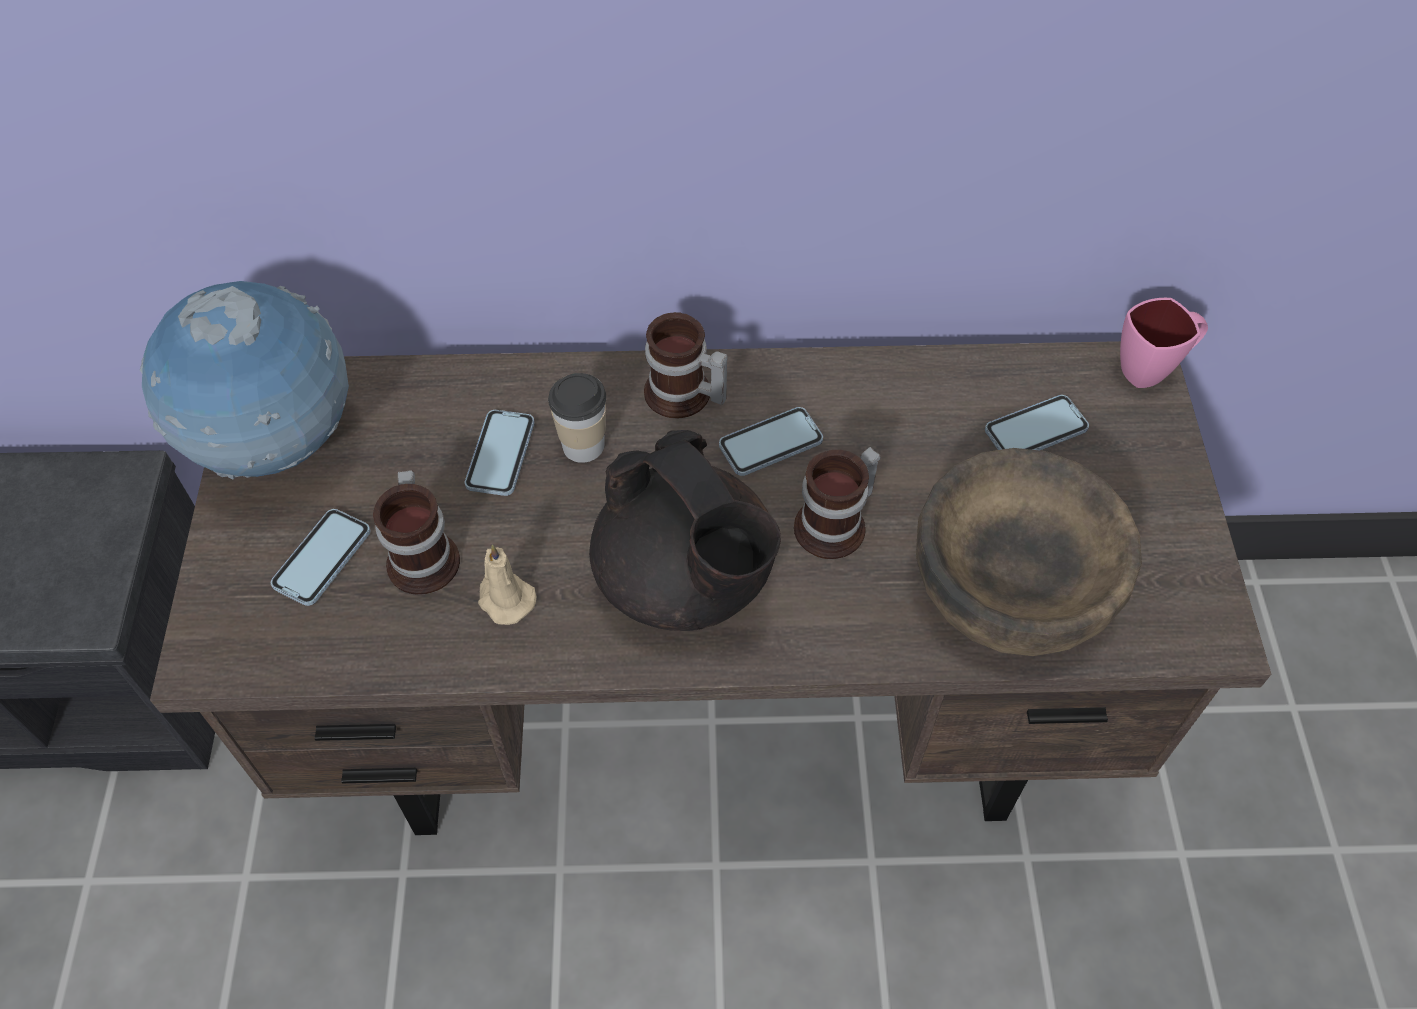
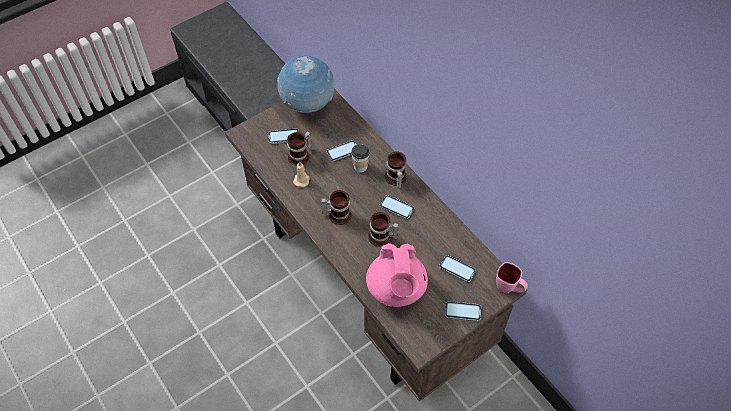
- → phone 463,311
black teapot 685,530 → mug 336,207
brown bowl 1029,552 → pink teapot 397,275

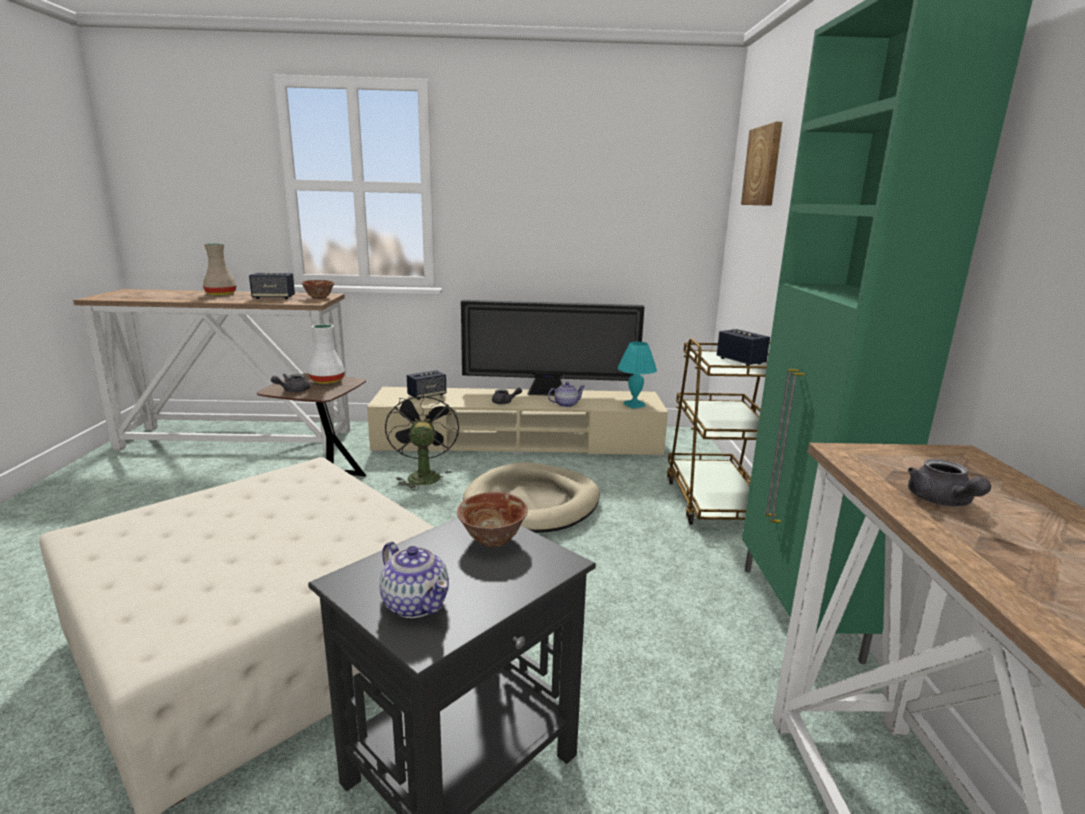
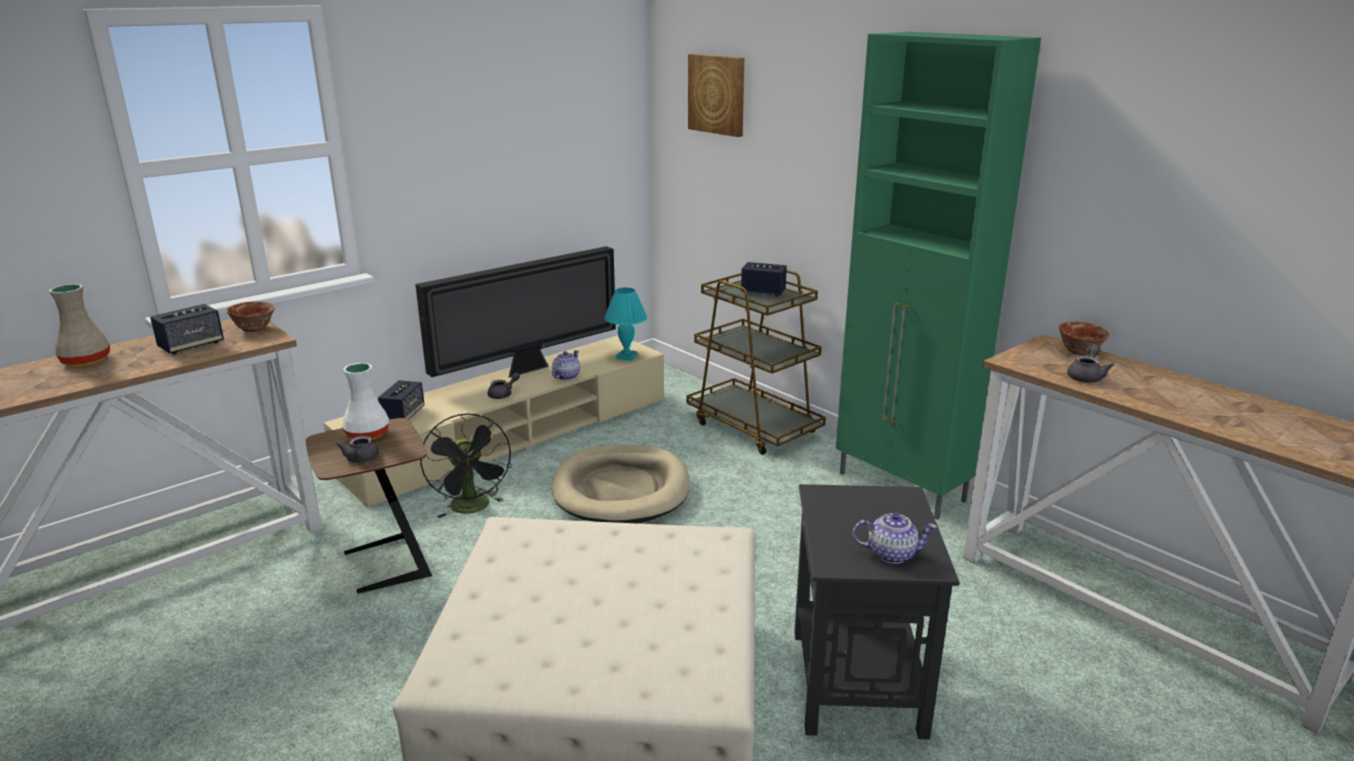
bowl 492,519 → bowl 1084,338, move
black fan 422,440 → black fan 466,465, 150 degrees counterclockwise
grey teapot 949,483 → grey teapot 1090,363, 105 degrees counterclockwise

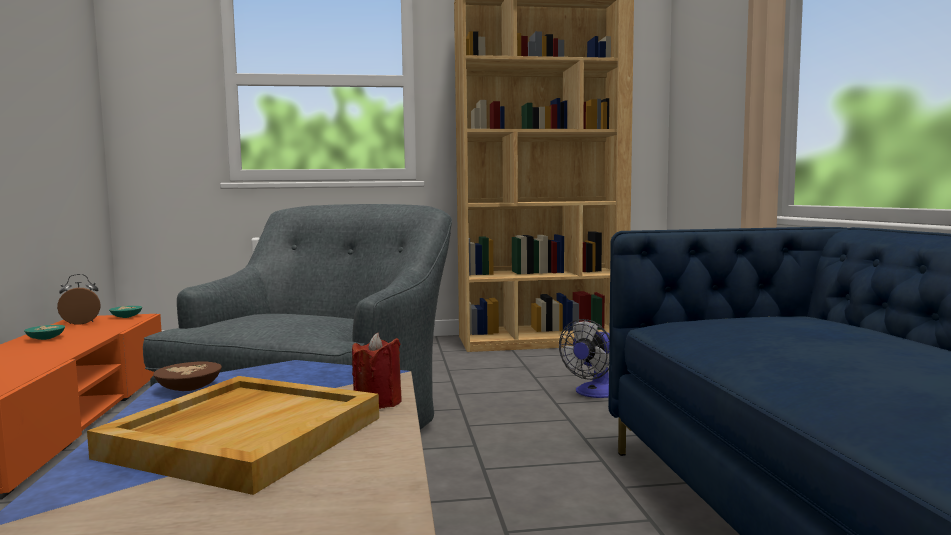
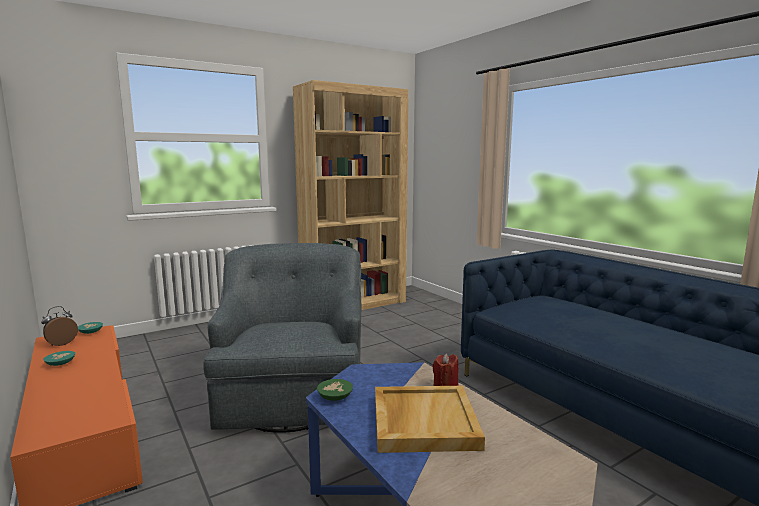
fan 584,358 → -
brown bowl 187,376 → green bowl 335,390

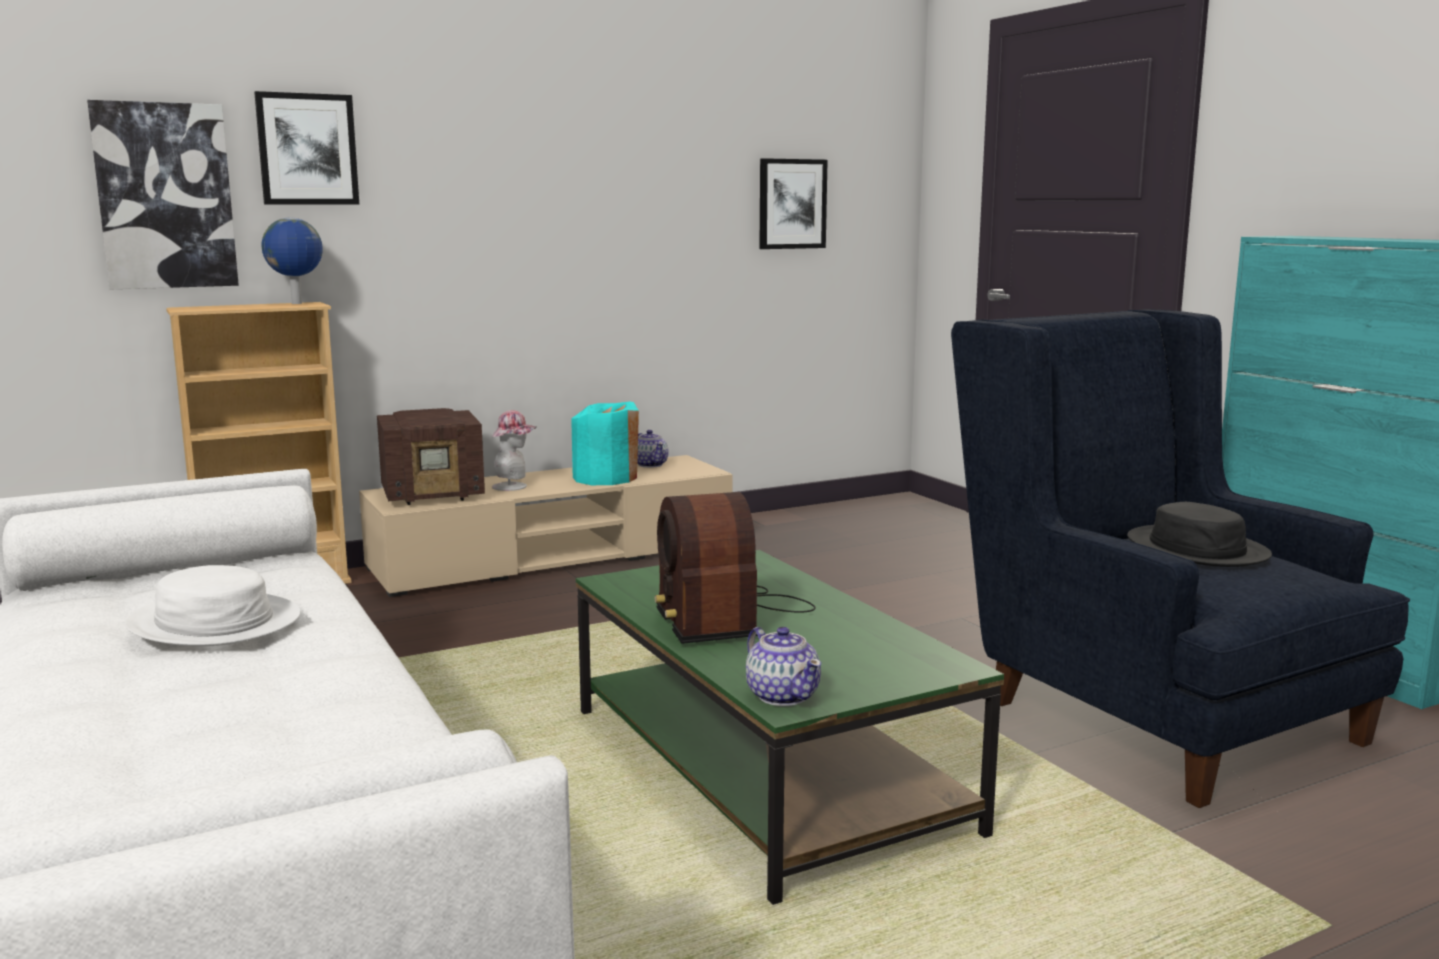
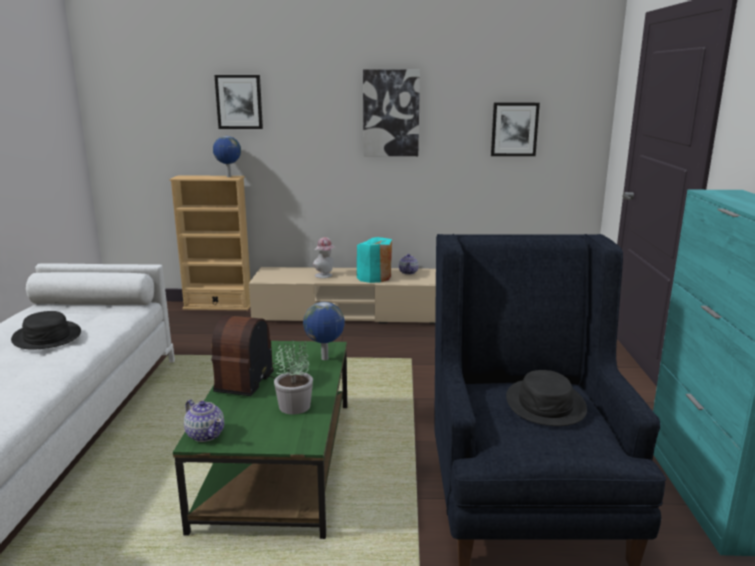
radio 431,456 → -
- → potted plant 293,377
- → globe 324,331
picture 163,194 → picture 391,113, move
white hat 212,605 → black hat 46,330
teapot 783,666 → teapot 204,421, 45 degrees counterclockwise

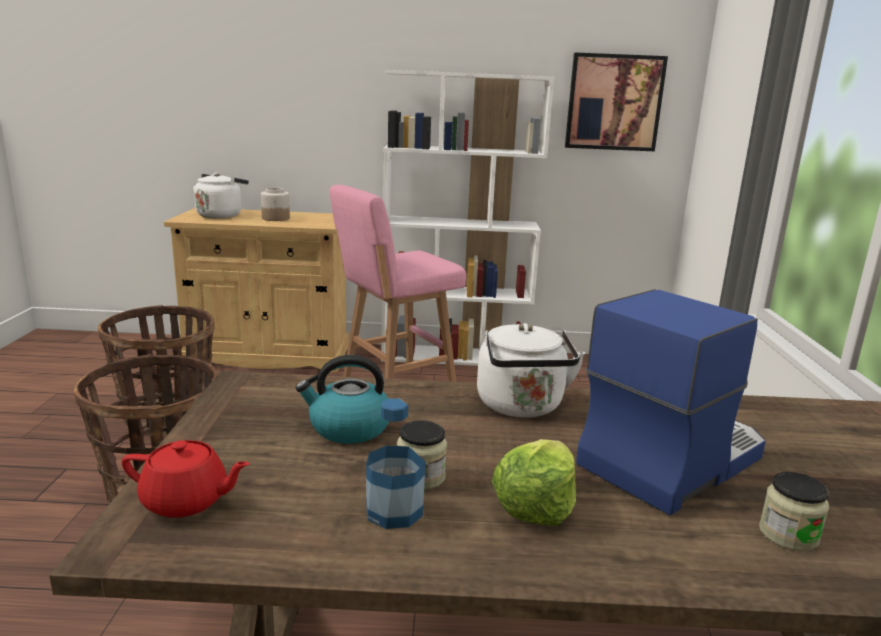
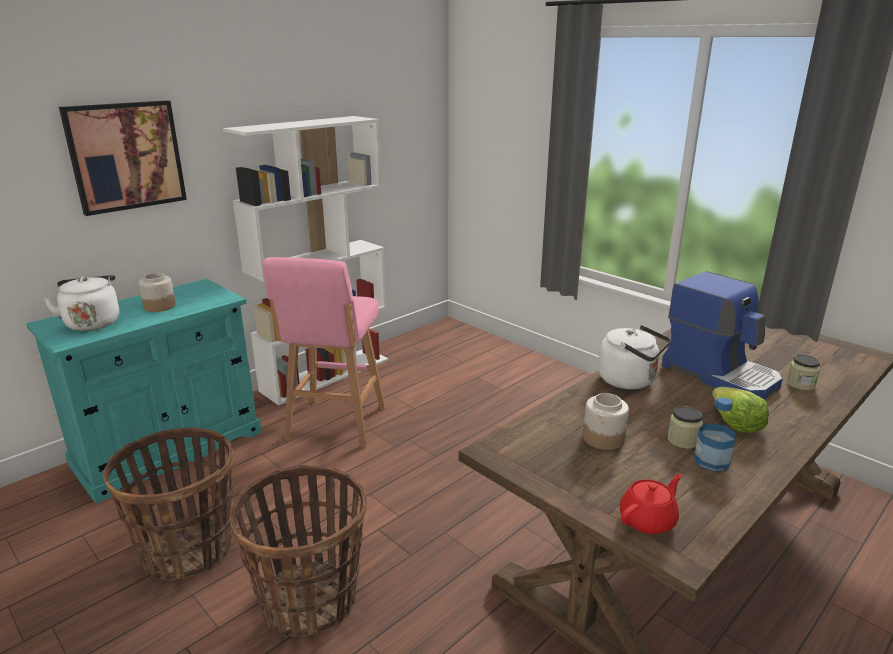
picture 616,101 → picture 123,158, move
kettle 342,399 → jar 606,421
beige cabinet 256,290 → turquoise cabinet 144,391
coffee machine 671,402 → coffee machine 722,335, 135 degrees clockwise

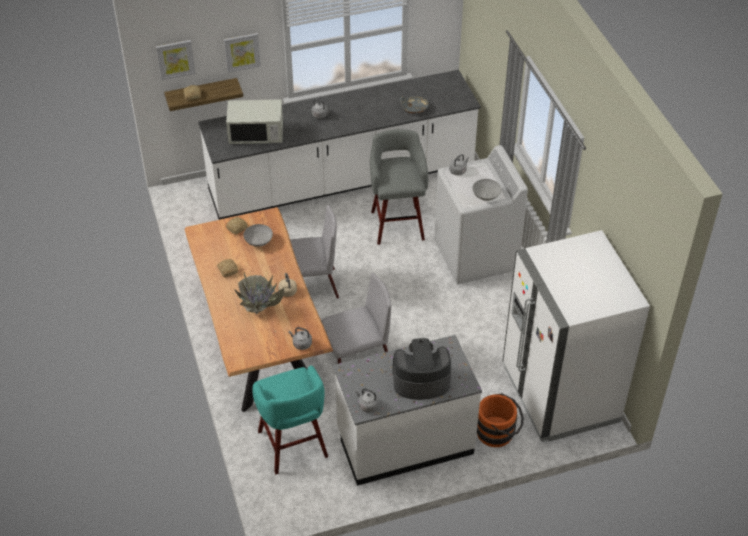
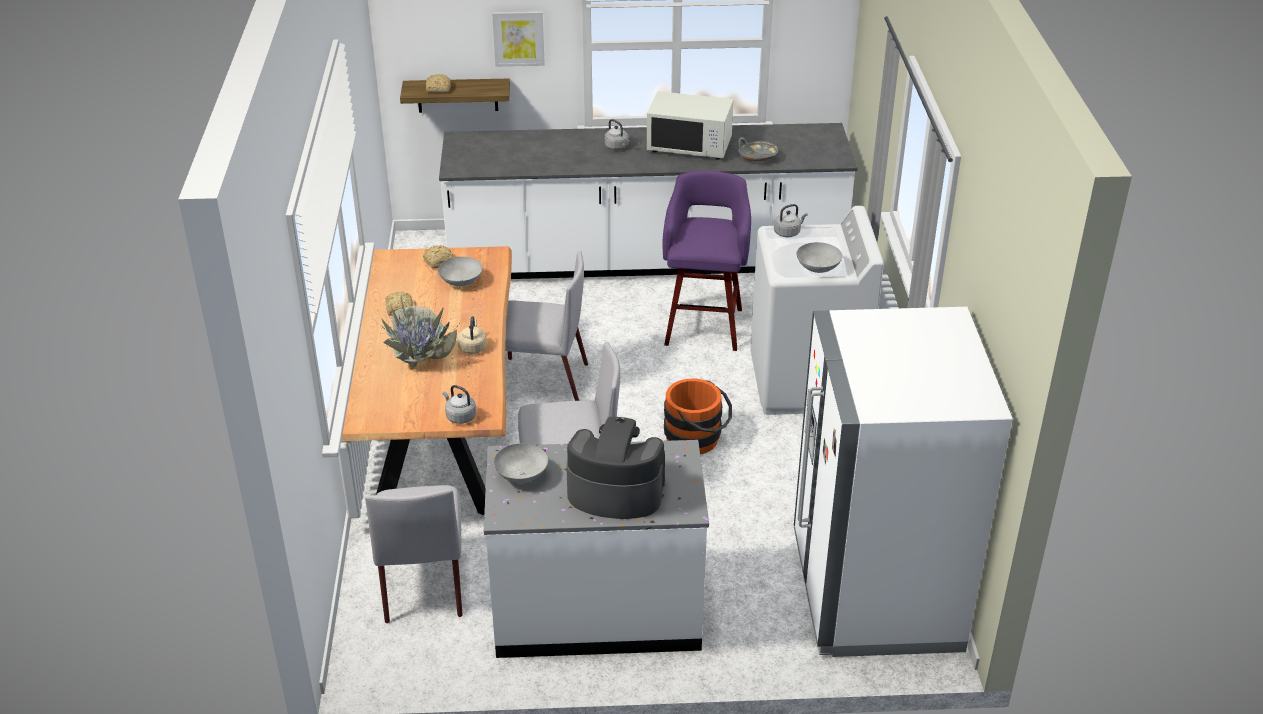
picture 175,60 → -
grey kettle 367,400 → -
- → grey bowl 521,463
white microwave 254,121 → white microwave 690,125, move
orange bucket 500,420 → orange bucket 698,416, move
turquoise stool 290,419 → grey chair 414,554
grey stool 399,187 → purple stool 707,261

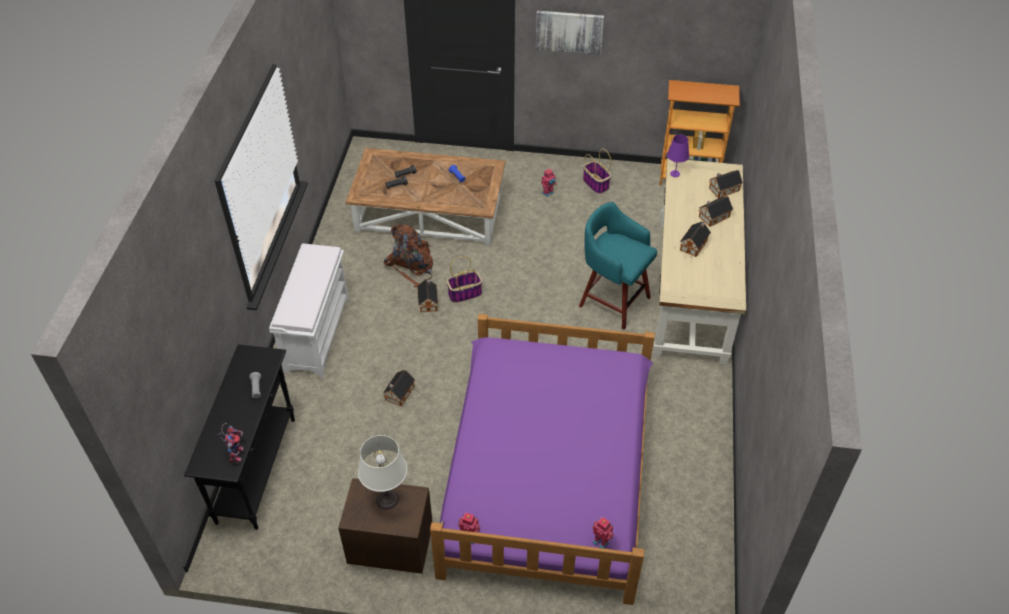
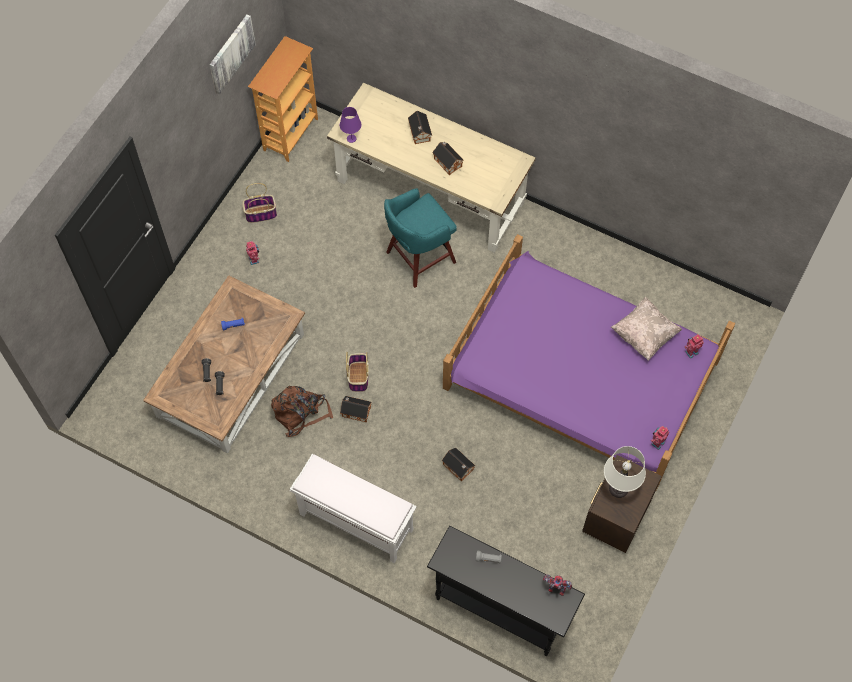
toy house 726,184 → -
- → beige pillow 646,329
picture 570,33 → picture 233,54, move

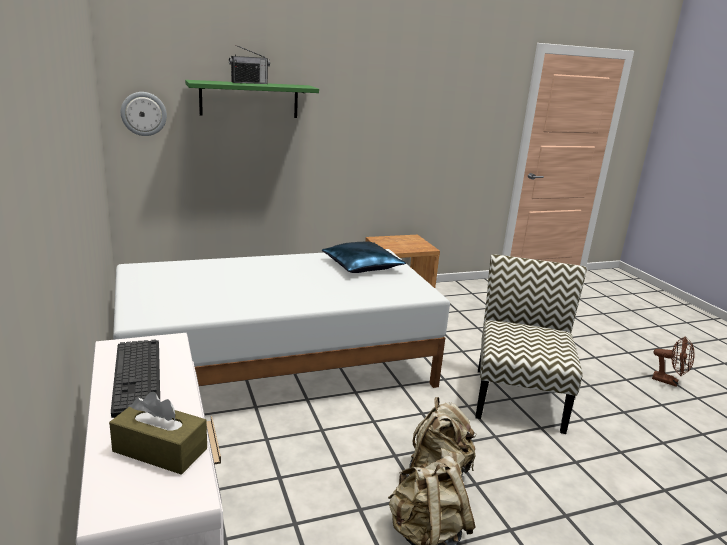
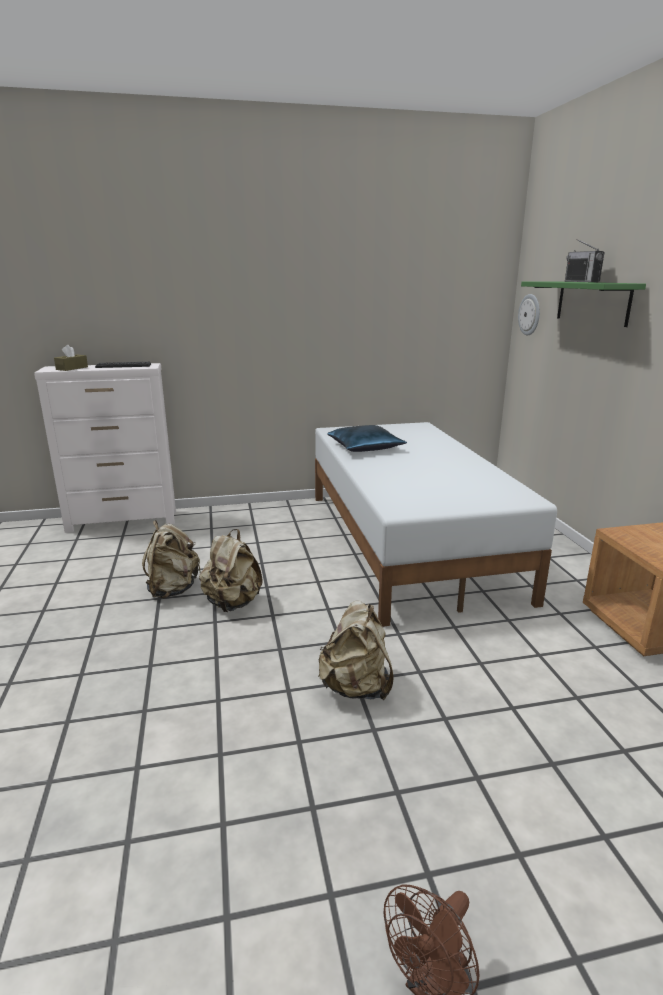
blue pillow 364,257 → blue pillow 367,438, move
chair 531,344 → beige backpack 356,650

